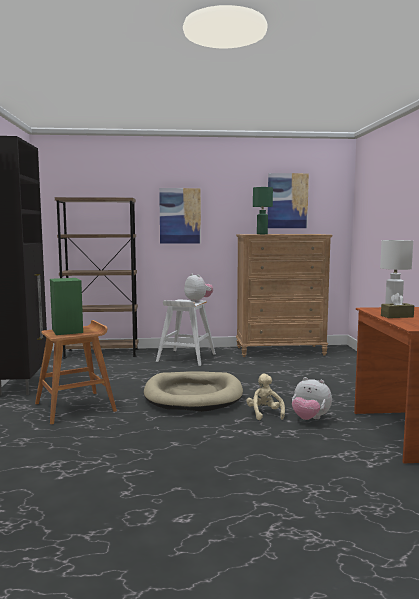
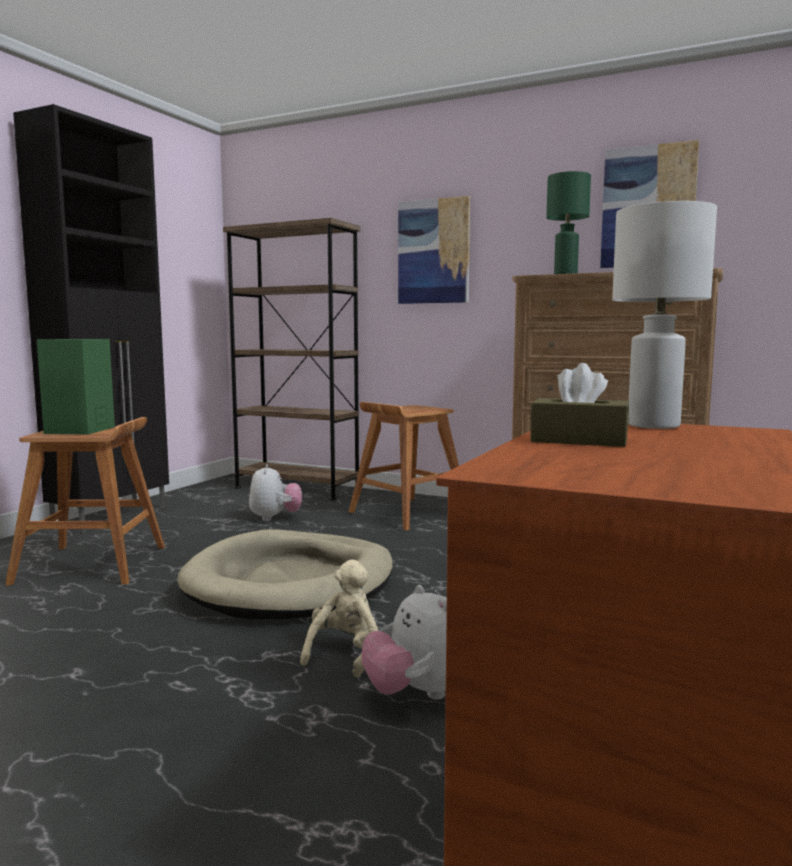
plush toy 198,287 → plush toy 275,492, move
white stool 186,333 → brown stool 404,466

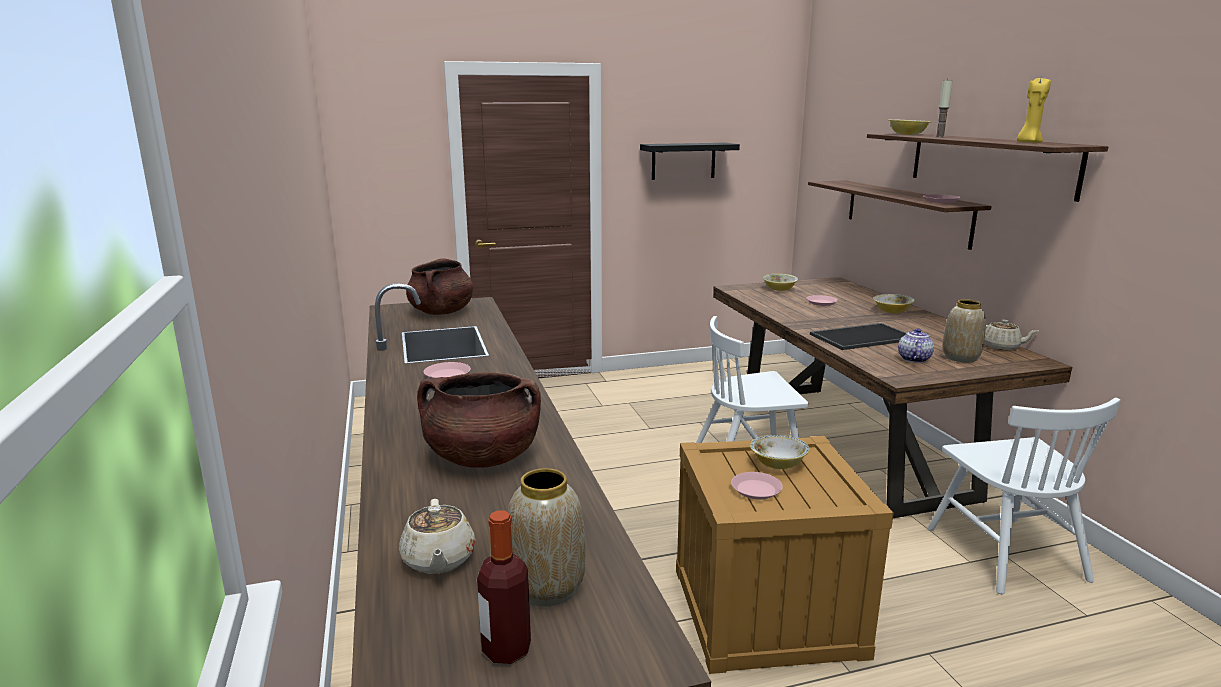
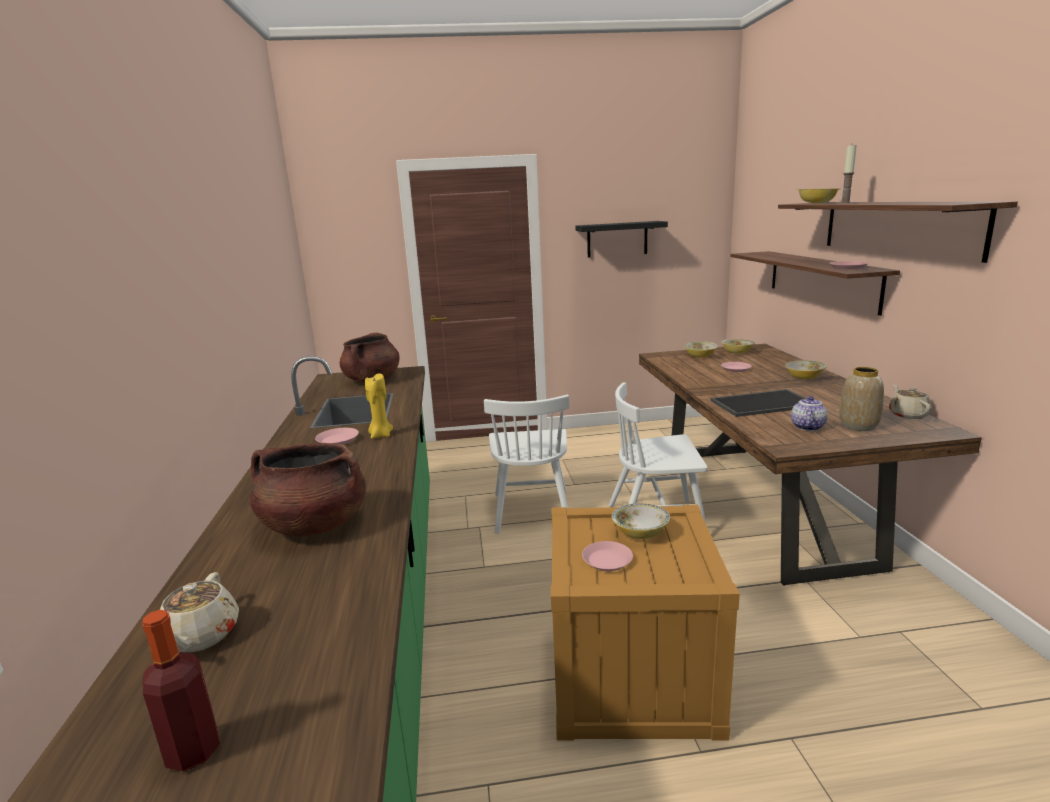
vase 547,537 → -
- → bowl 738,346
white chair 1023,496 → white chair 527,464, move
yellow candle 1034,110 → yellow candle 379,406, move
beige teapot 1011,335 → beige teapot 910,402, 135 degrees counterclockwise

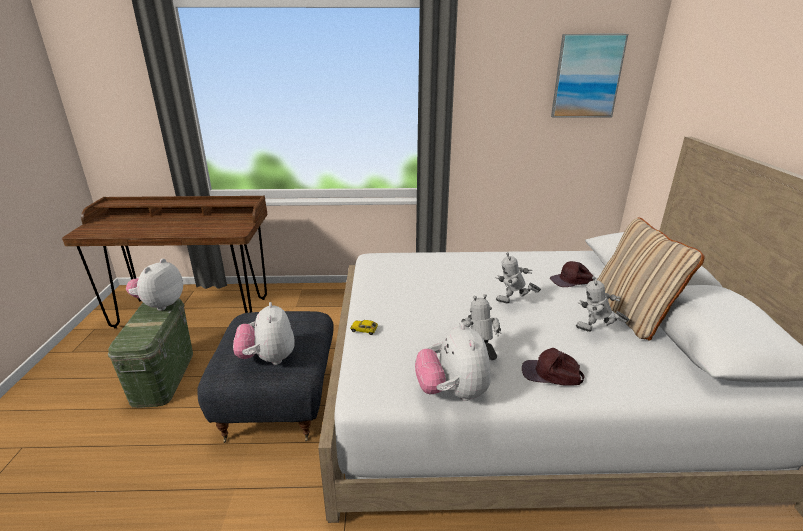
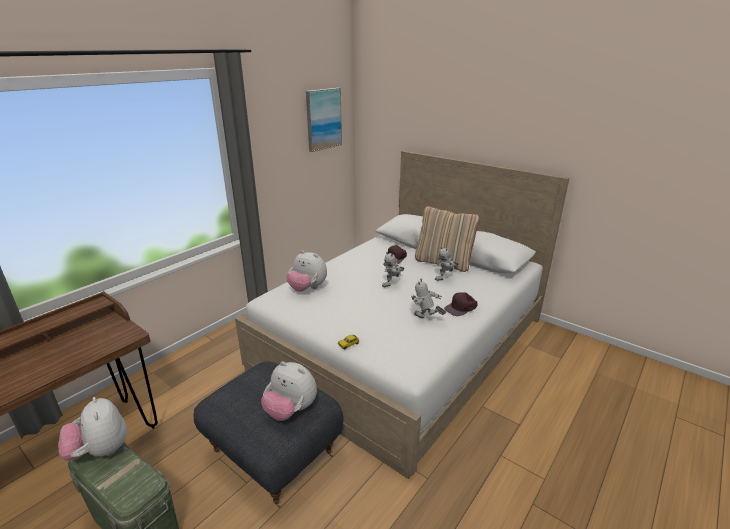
plush toy 453,361 → plush toy 306,271, move

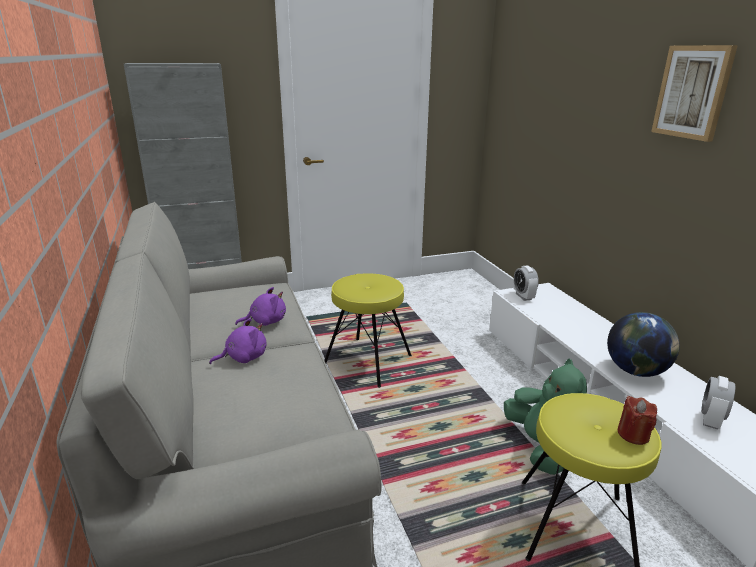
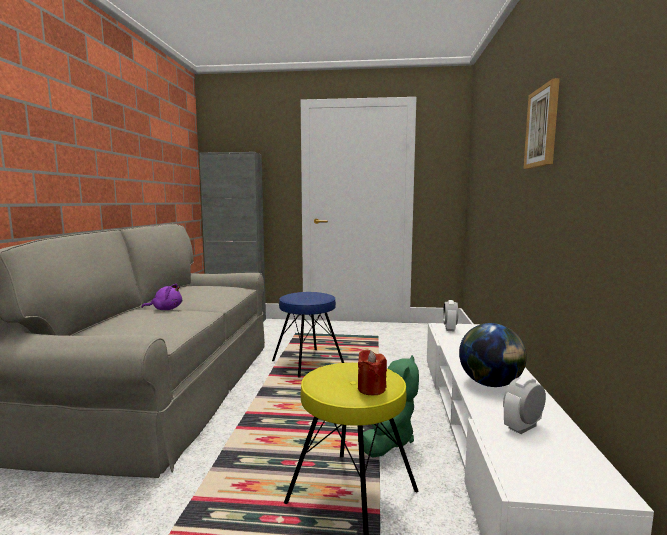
purple plush toy 260,306 → -
yellow stool 368,330 → blue stool 308,335

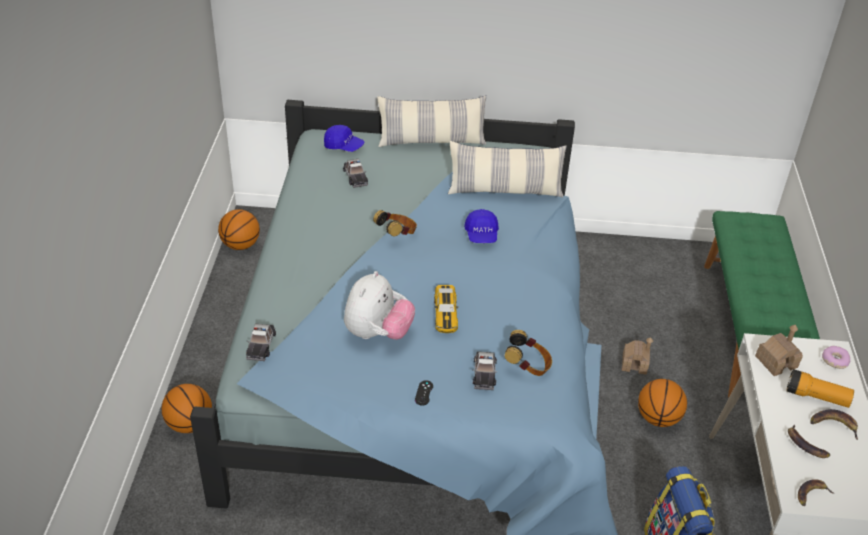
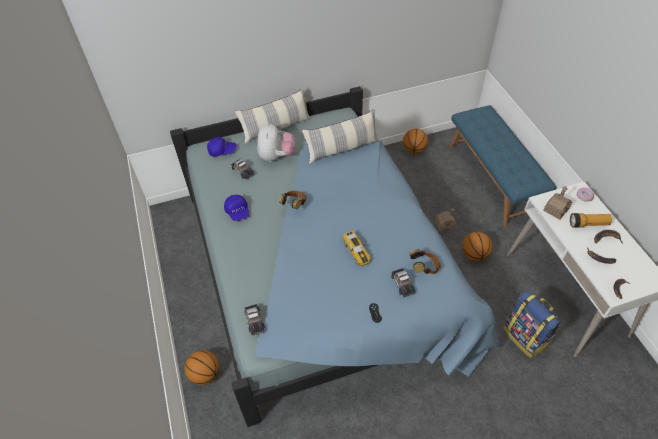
basketball 239,229 → basketball 415,141, move
plush toy 379,305 → plush toy 276,142, move
blue cap 481,226 → blue cap 237,208, move
green bench 762,304 → blue bench 503,166

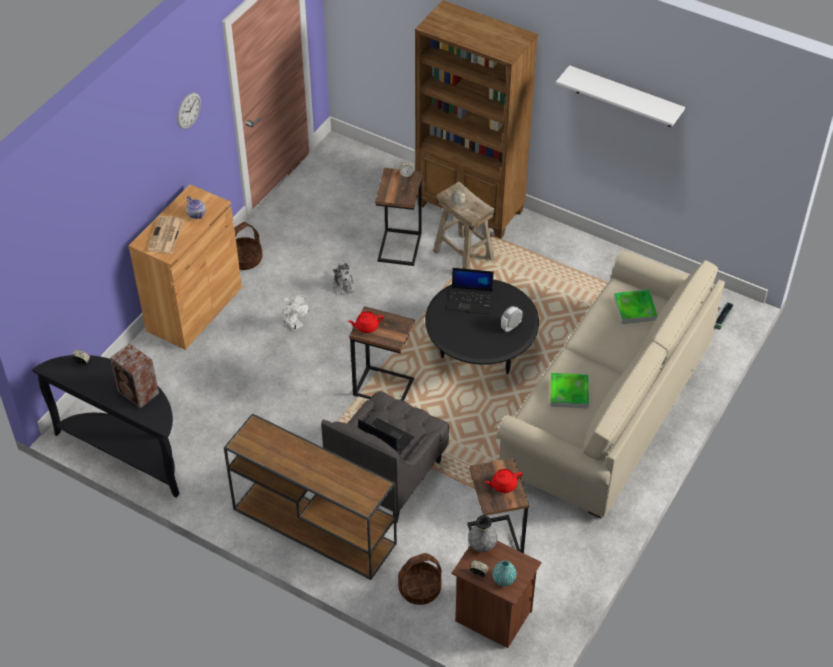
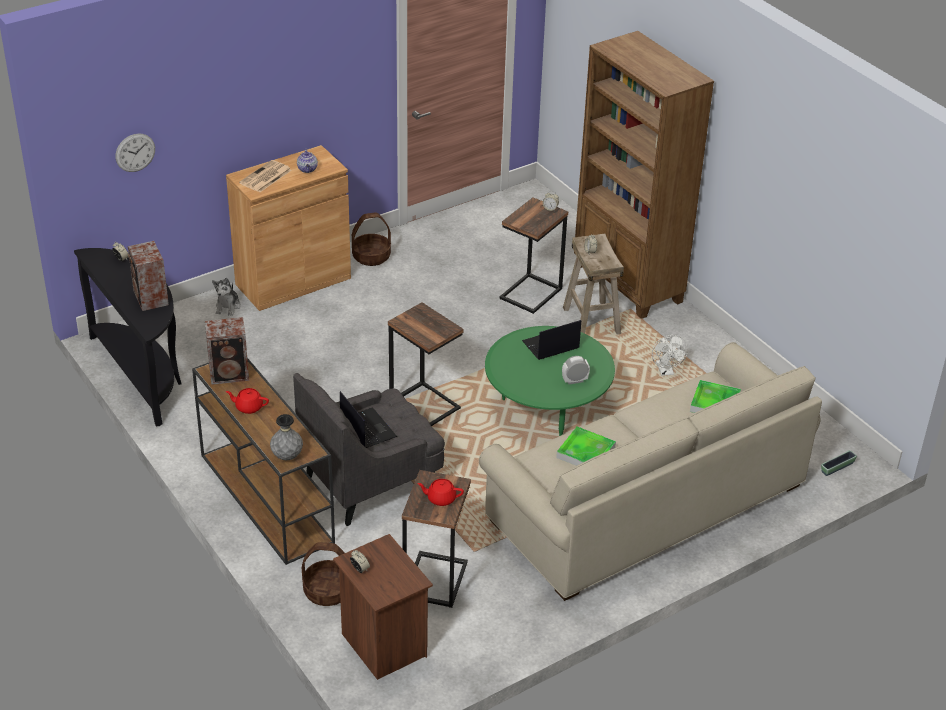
turquoise vase 505,573 → -
white shelf 620,96 → -
- → speaker 227,351
wall clock 189,110 → wall clock 135,152, move
white fan 295,313 → white fan 670,355, move
plush toy 344,279 → plush toy 226,297, move
red teapot 366,322 → red teapot 247,401, move
grey vase 482,533 → grey vase 286,437, move
black coffee table 482,326 → green coffee table 550,381
laptop 471,291 → laptop 551,340, 120 degrees clockwise

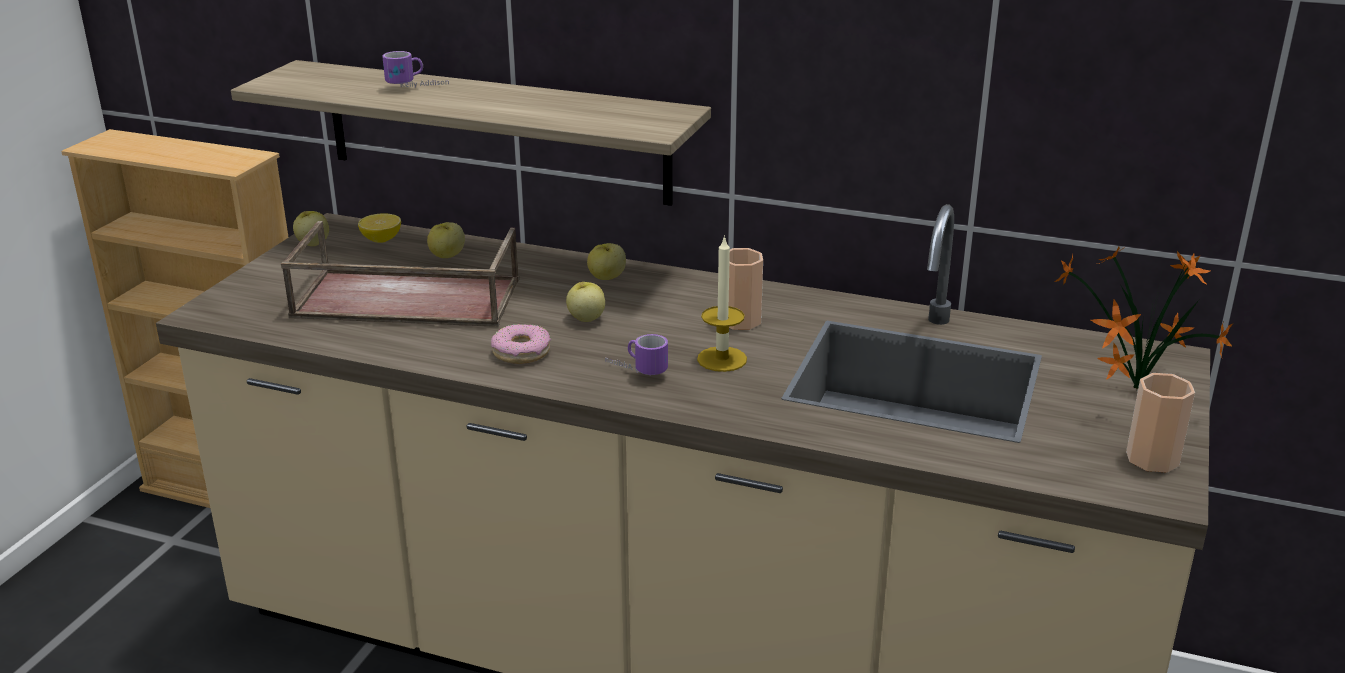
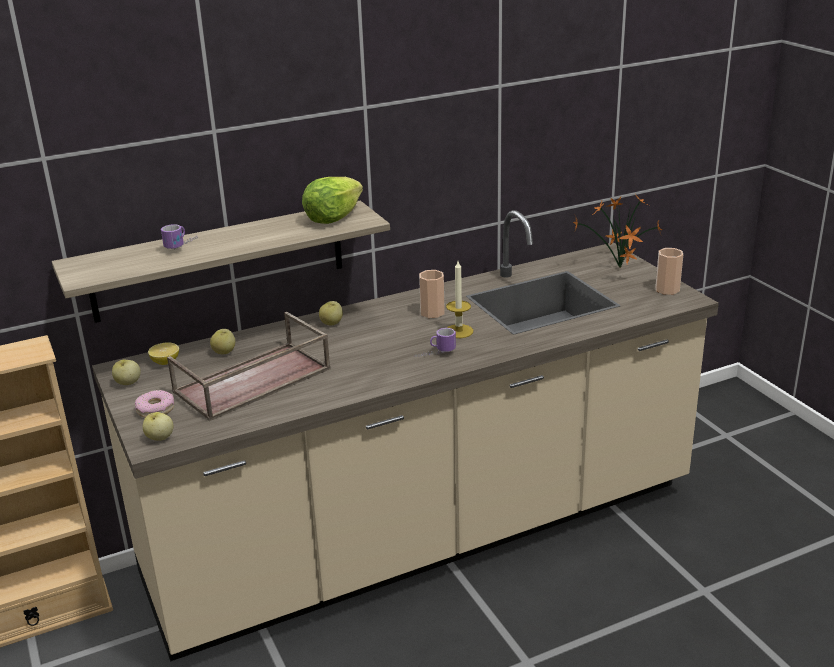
- → lettuce 332,200
donut 521,344 → donut 154,404, move
apple 585,302 → apple 158,426, move

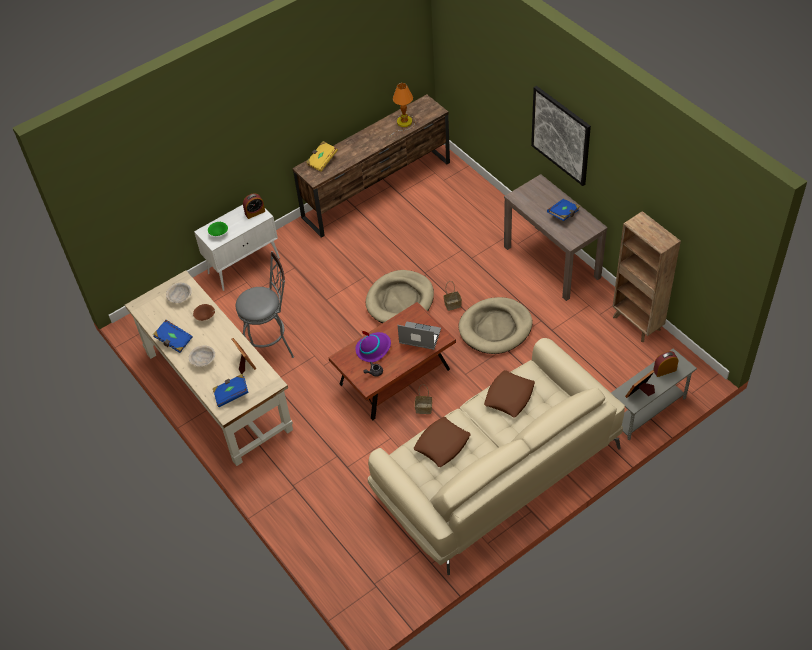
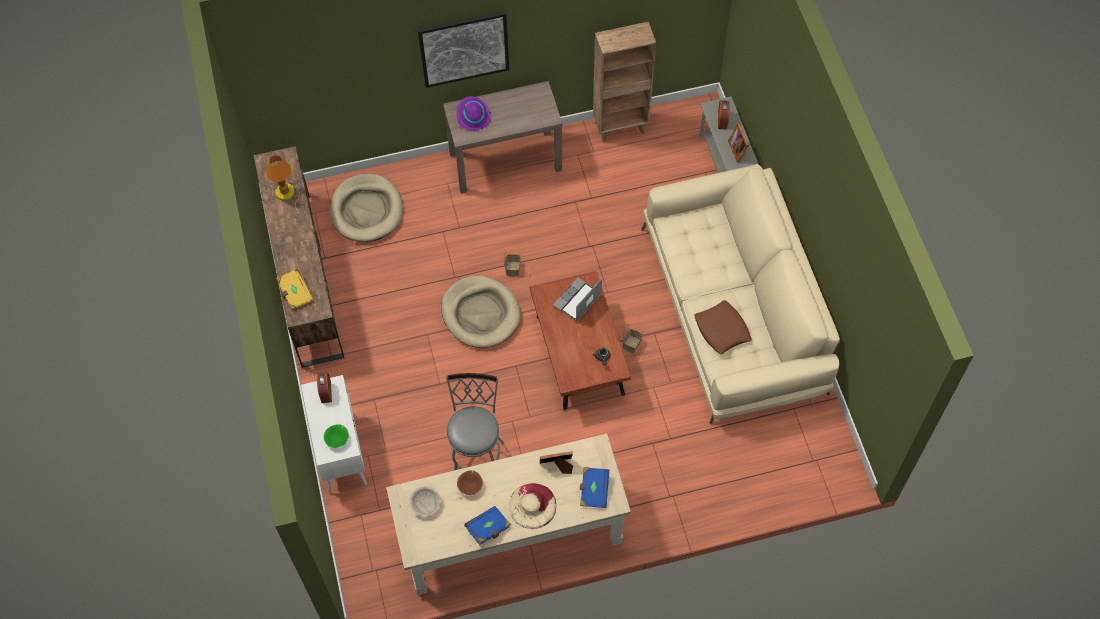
brown pillow 509,393 → -
blue book 563,210 → -
purple hat 373,346 → purple hat 473,113, move
beige dog bed 496,325 → beige dog bed 366,207, move
beige bowl 202,356 → beige hat 532,506

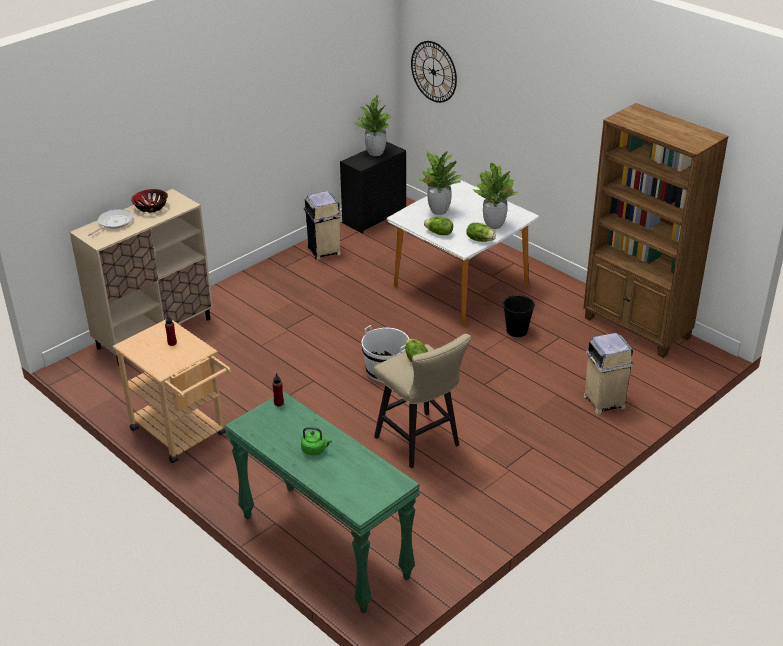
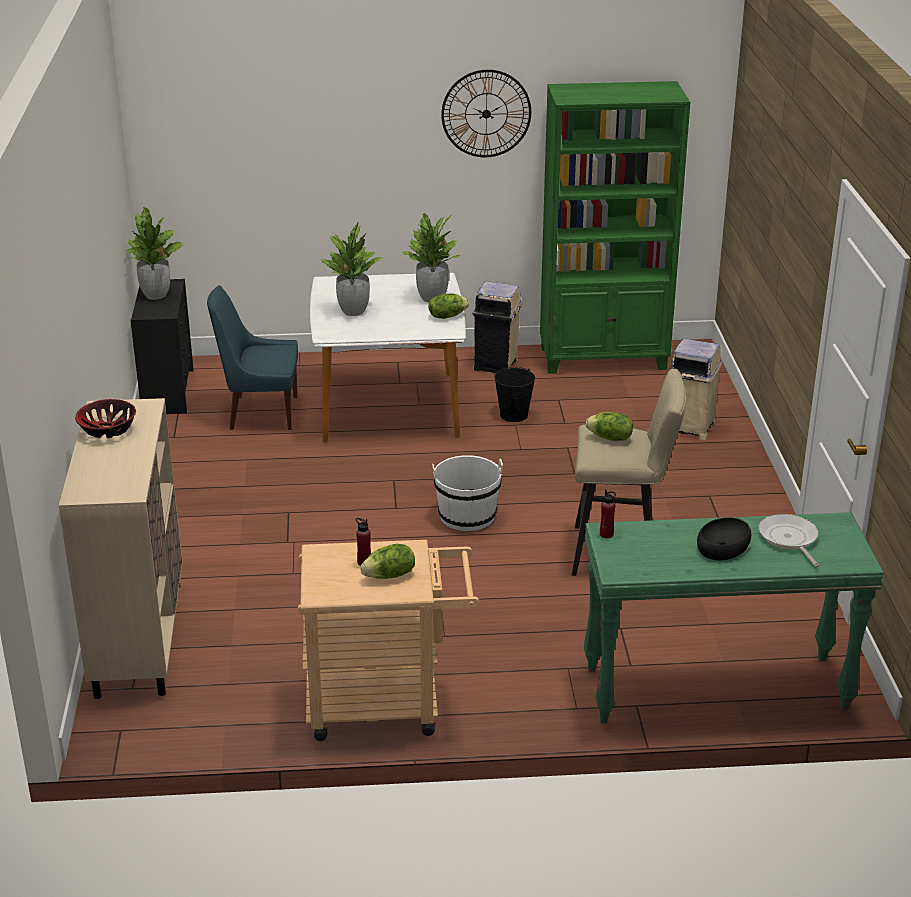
- → blue chair 252,357
frying pan 110,222 → frying pan 789,540, move
beige trash can 323,225 → beige trash can 497,327, move
wall clock 434,72 → wall clock 486,113, move
lettuce 438,226 → lettuce 387,561, move
green kettle 316,441 → black bowl 724,538
brown bookcase 656,230 → green bookcase 615,227

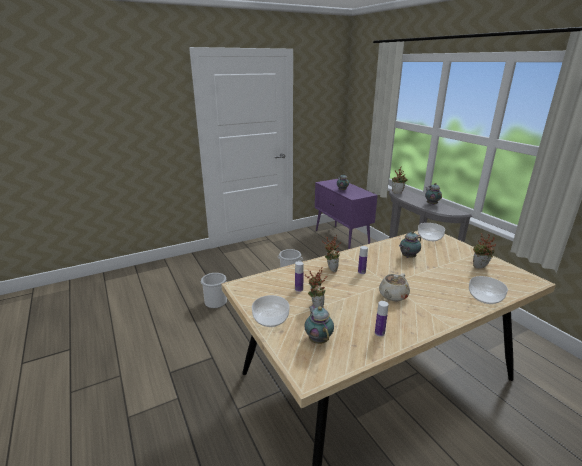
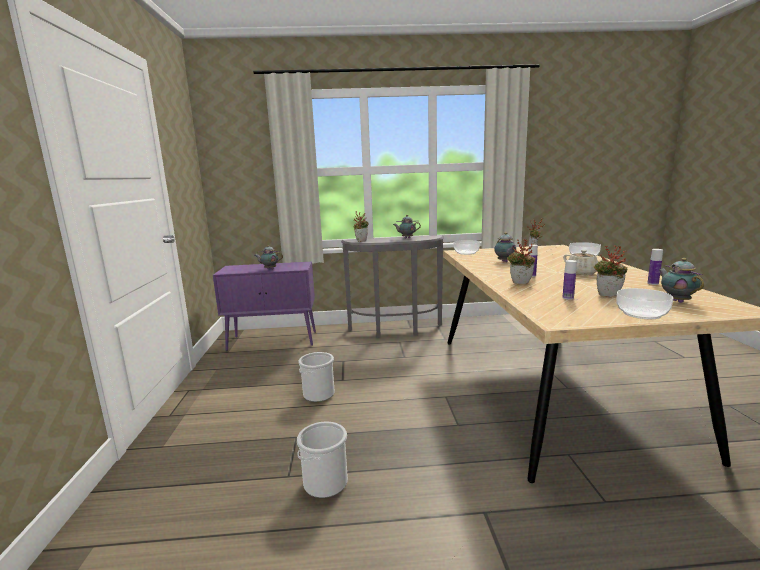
teapot 319,324 → teapot 681,280, 75 degrees clockwise

